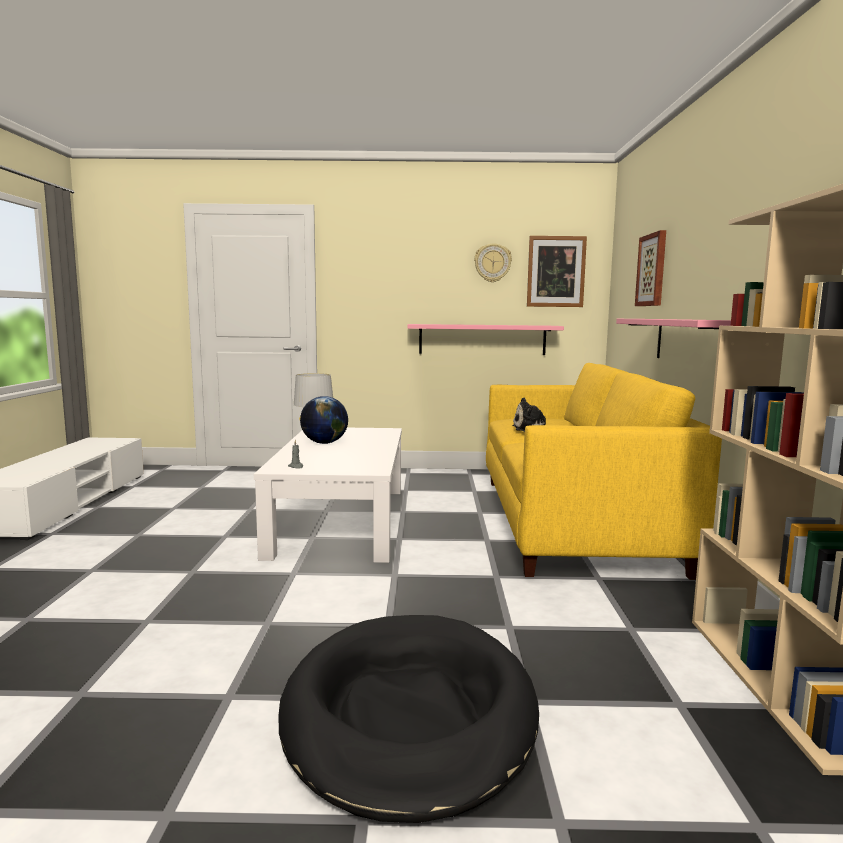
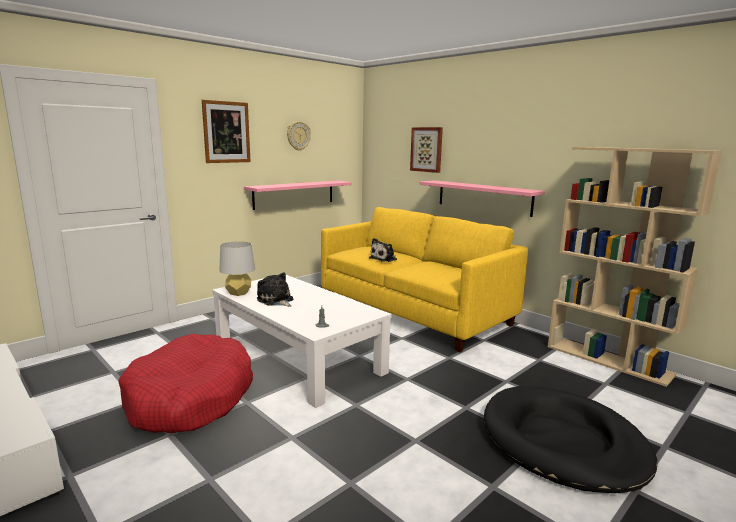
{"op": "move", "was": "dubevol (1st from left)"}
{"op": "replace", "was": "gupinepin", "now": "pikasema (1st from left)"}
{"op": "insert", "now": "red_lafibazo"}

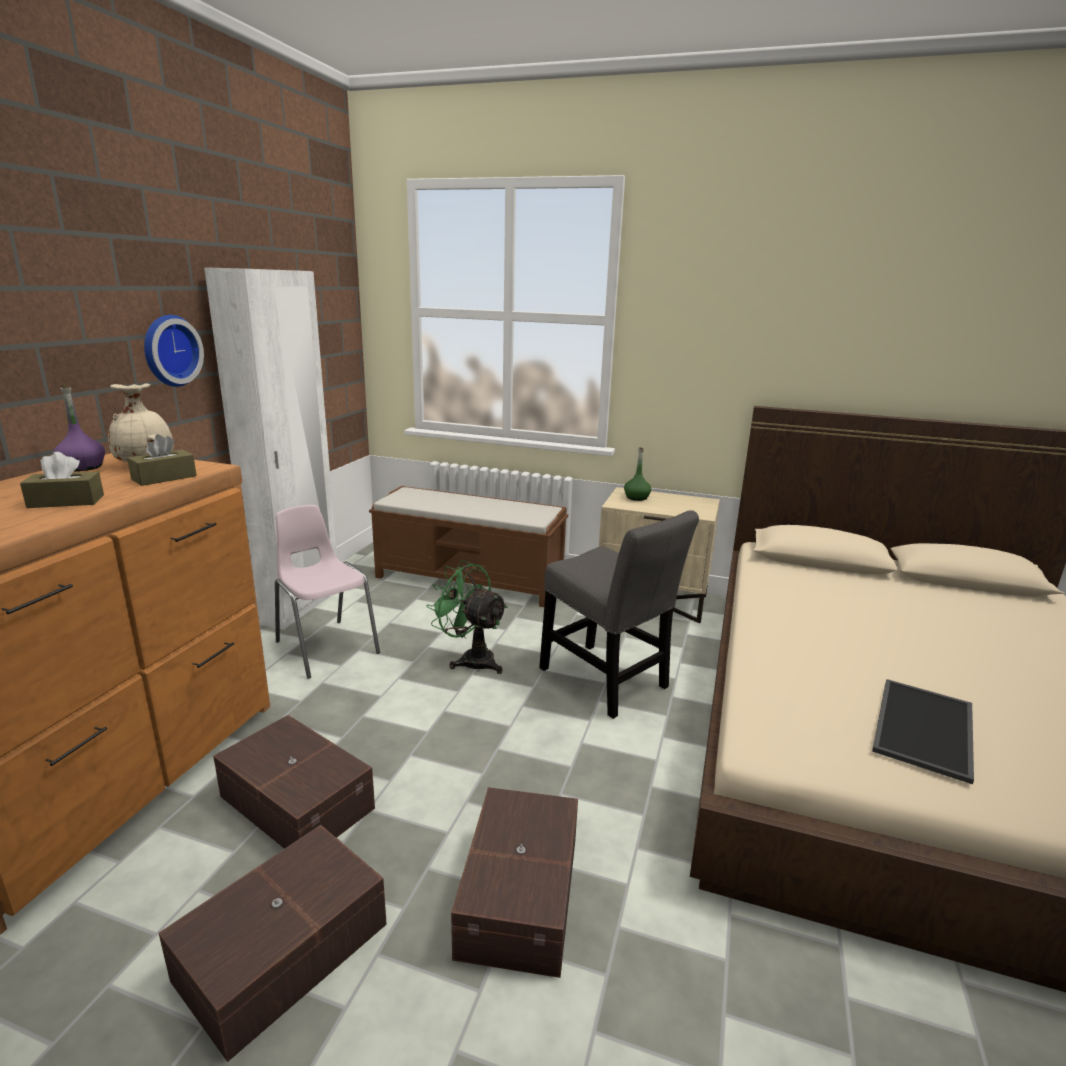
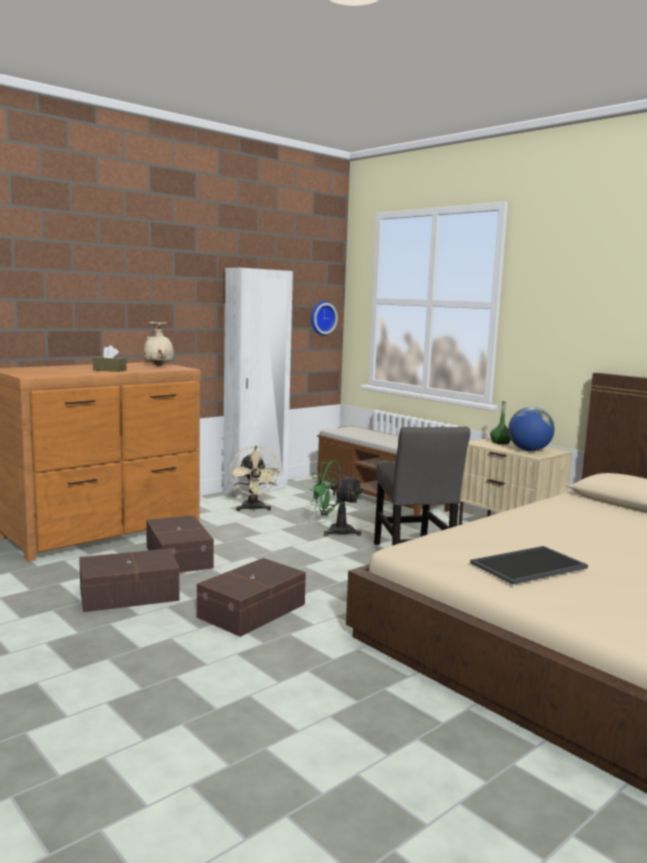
{"op": "move", "was": "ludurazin"}
{"op": "delete", "was": "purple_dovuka"}
{"op": "delete", "was": "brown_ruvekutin (2nd from left)"}
{"op": "replace", "was": "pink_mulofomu", "now": "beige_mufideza"}
{"op": "rotate", "was": "green_mufideza", "clockwise": -45}
{"op": "insert", "now": "gupinepin"}

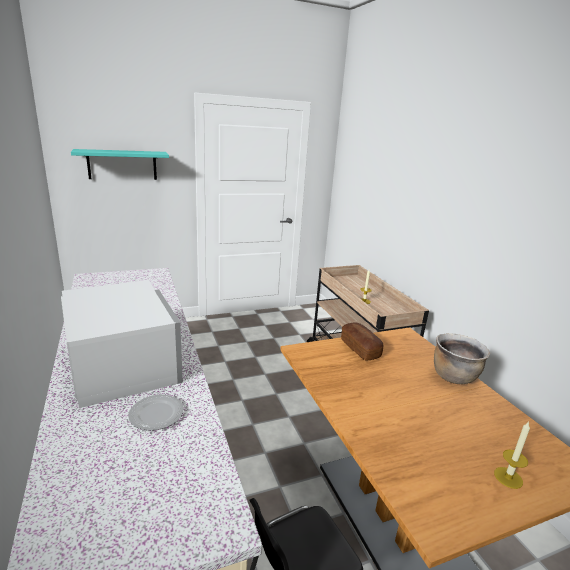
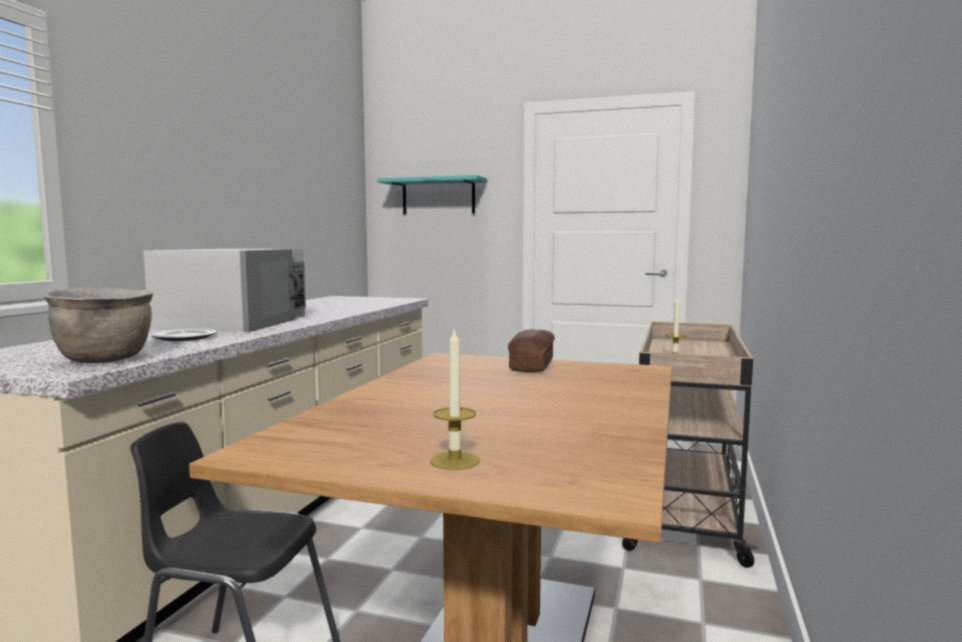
{"op": "move", "was": "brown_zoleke"}

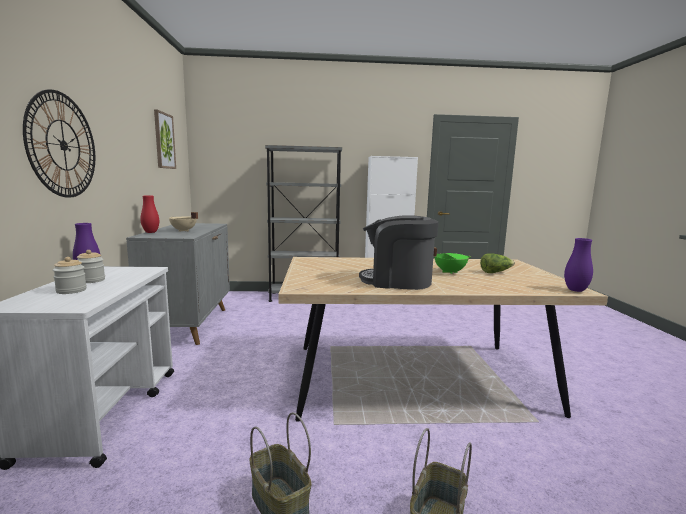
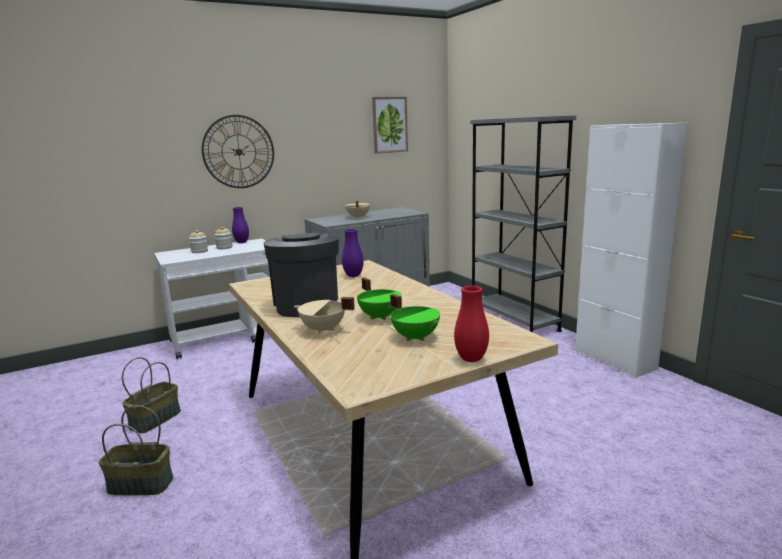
{"op": "move", "was": "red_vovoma"}
{"op": "move", "was": "purple_vovoma (2nd from left)"}
{"op": "replace", "was": "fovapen", "now": "green_zoleke (2nd from left)"}
{"op": "insert", "now": "beige_zoleke (1st from left)"}

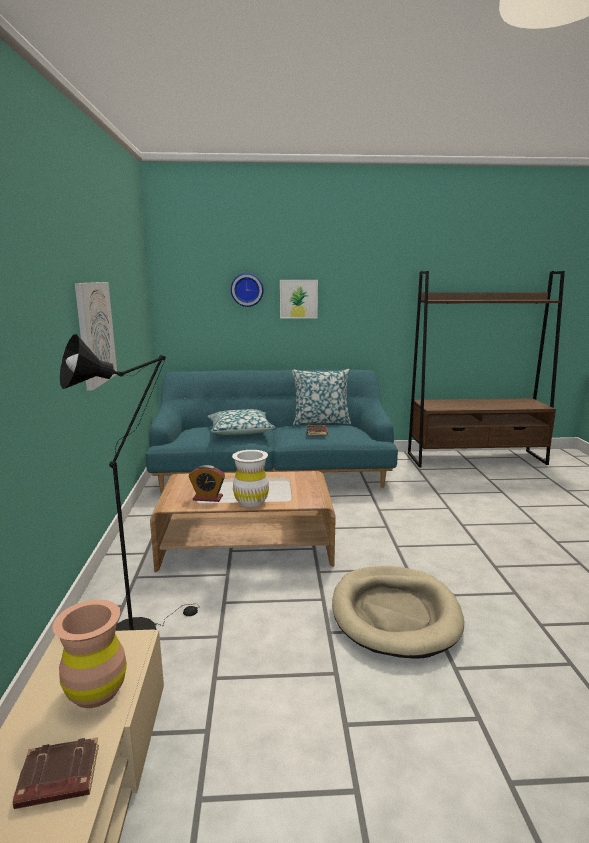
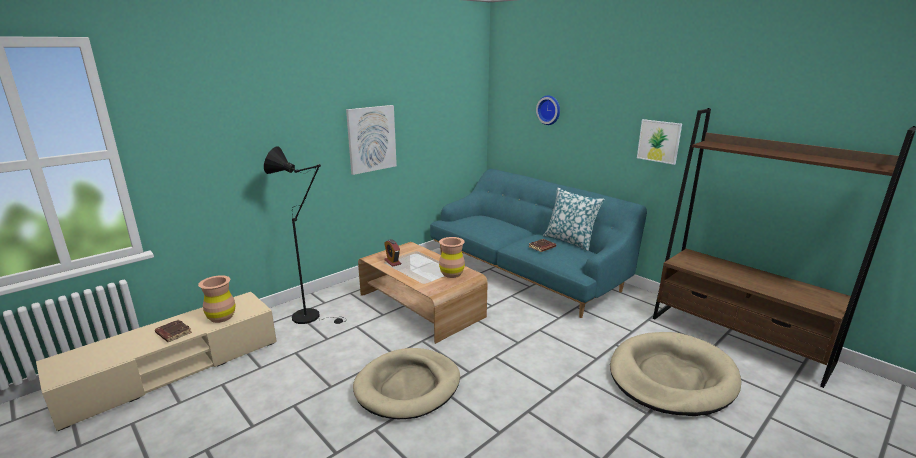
{"op": "move", "was": "dubevol (2nd from left)"}
{"op": "delete", "was": "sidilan (1st from left)"}
{"op": "delete", "was": "white_vovoma"}
{"op": "insert", "now": "brown_vovoma (2nd from left)"}
{"op": "insert", "now": "beige_lafibazo (2nd from left)"}

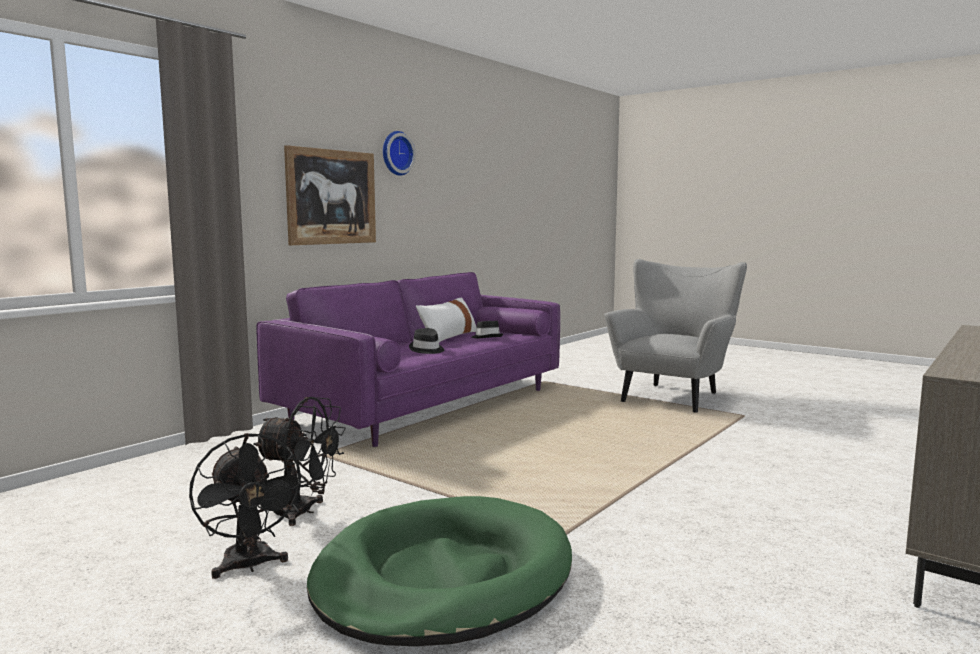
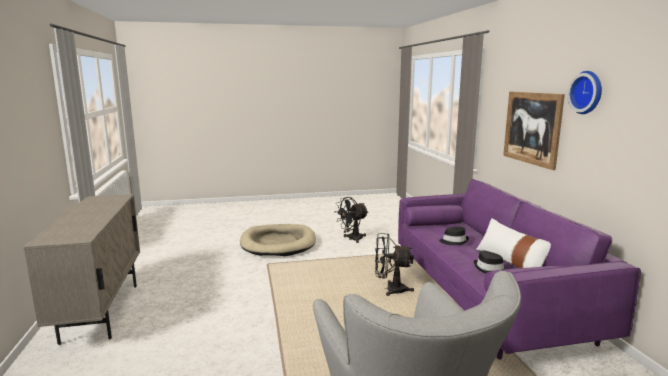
{"op": "move", "was": "black_mufideza (1st from left in the first image)", "now": "black_mufideza (2nd from left)"}
{"op": "recolor", "was": "green_lafibazo", "now": "beige_lafibazo"}

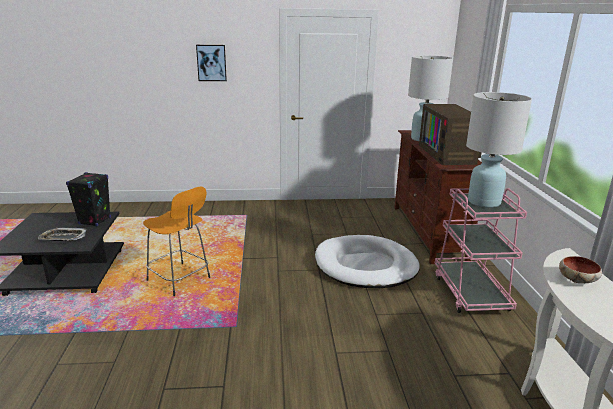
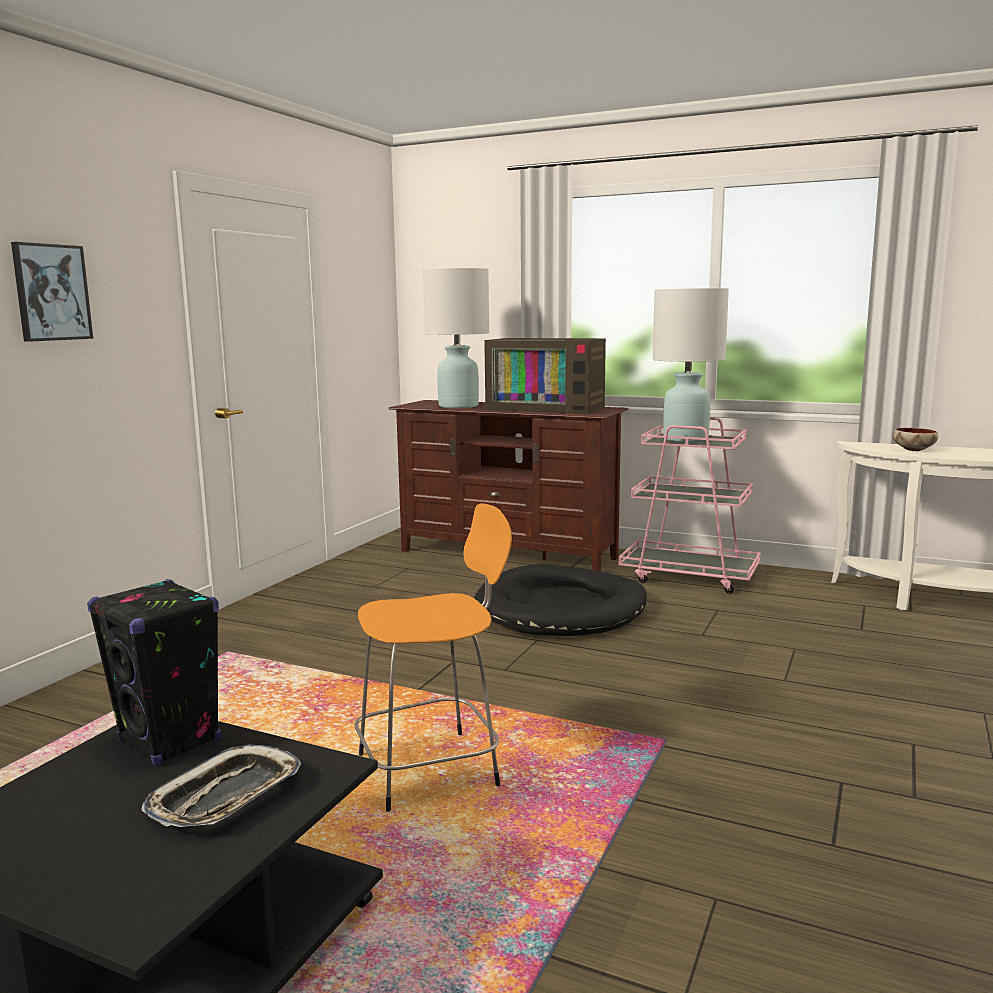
{"op": "recolor", "was": "white_lafibazo", "now": "black_lafibazo"}

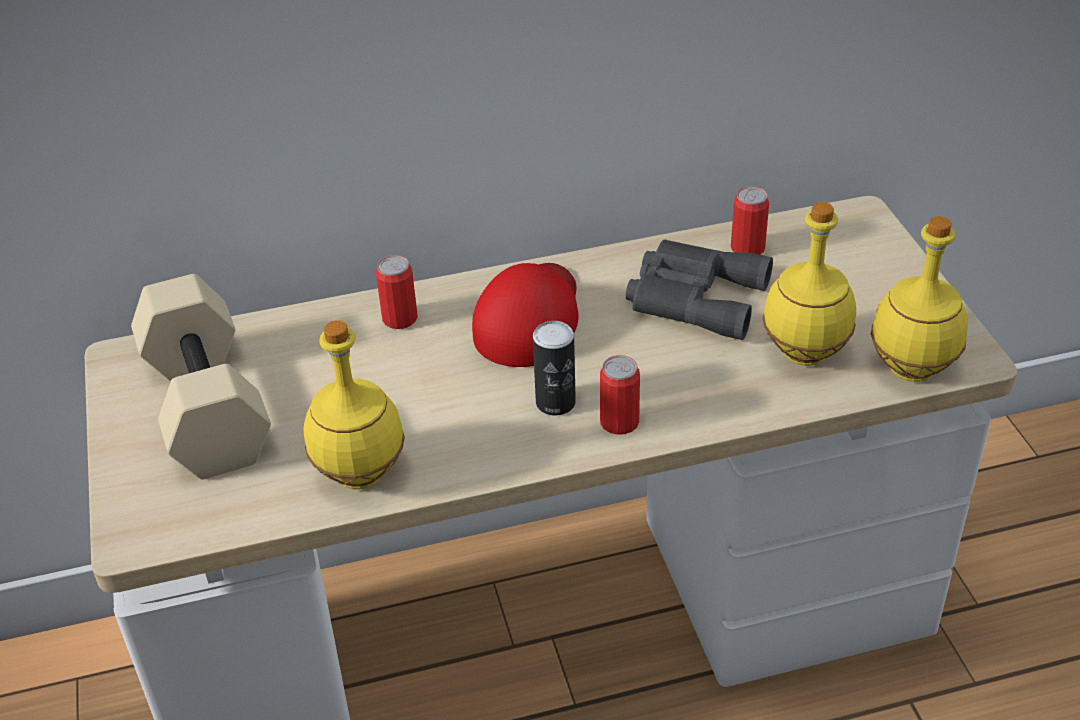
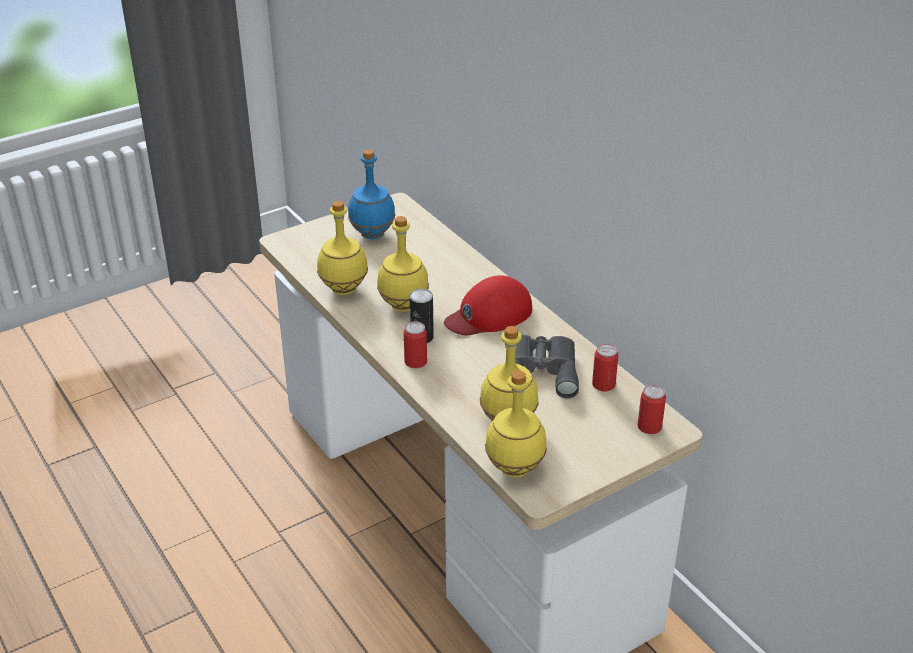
{"op": "move", "was": "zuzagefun (1st from left in the first image)", "now": "zuzagefun (4th from left)"}
{"op": "rotate", "was": "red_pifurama", "clockwise": 150}
{"op": "replace", "was": "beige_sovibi", "now": "blue_dovuka"}
{"op": "insert", "now": "yellow_dovuka (2nd from left)"}

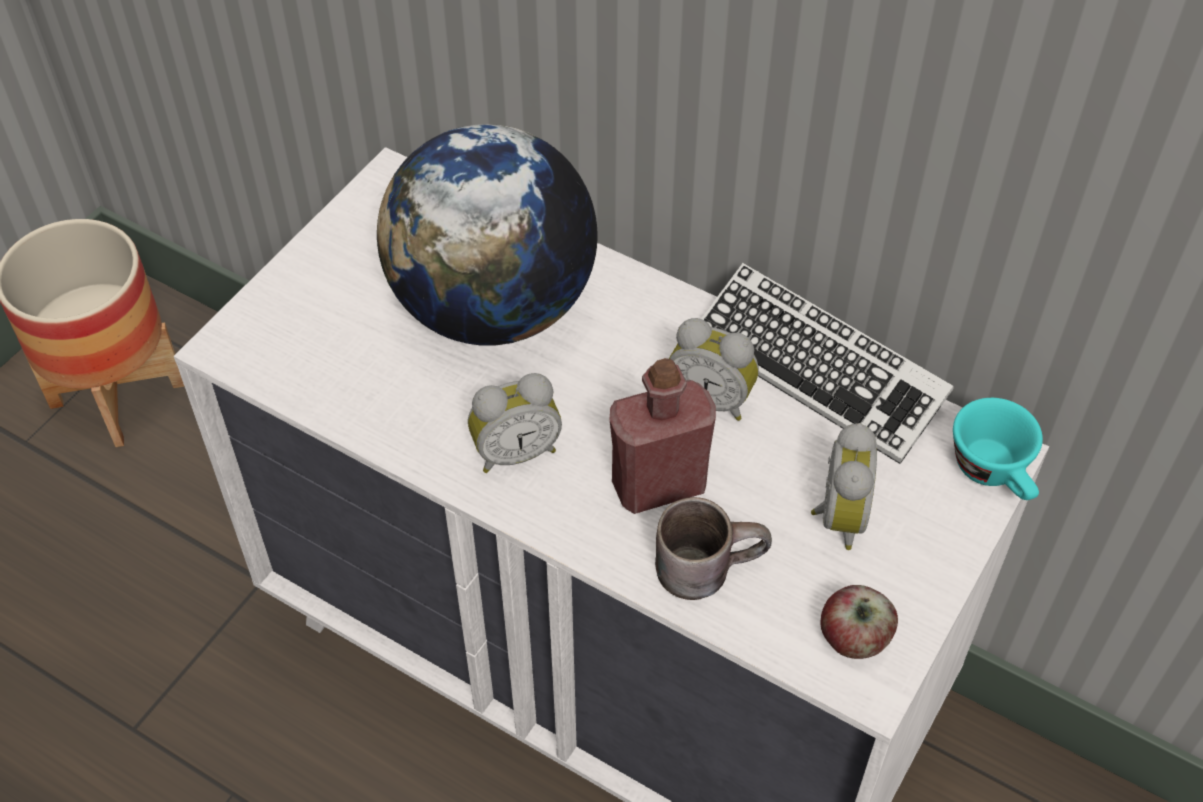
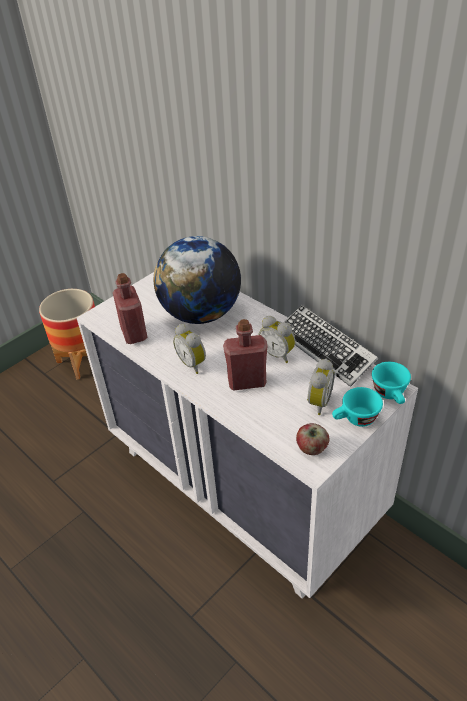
{"op": "rotate", "was": "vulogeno (1st from left)", "clockwise": 60}
{"op": "delete", "was": "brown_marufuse"}
{"op": "insert", "now": "red_dovuka (1st from left)"}
{"op": "insert", "now": "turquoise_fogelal (1st from left)"}

